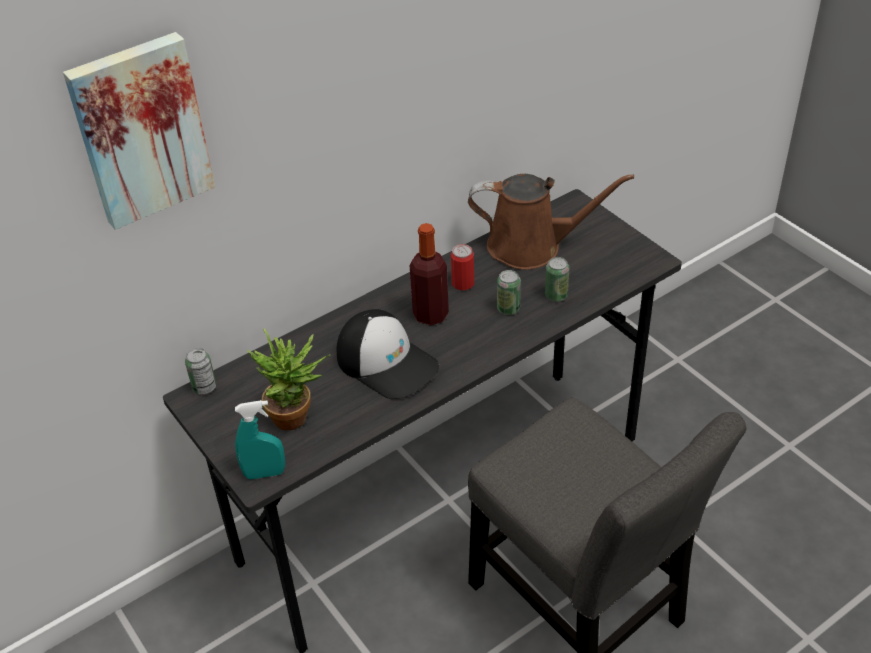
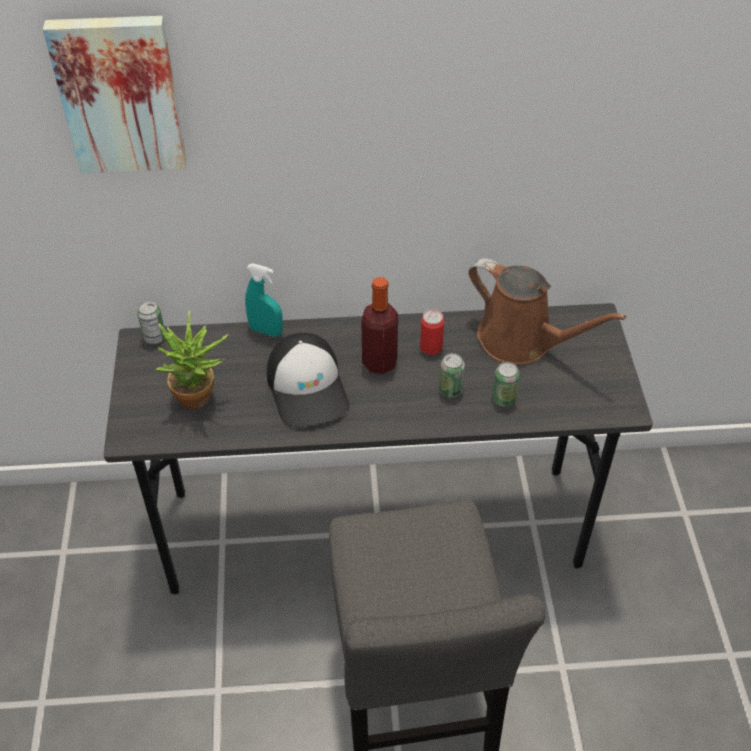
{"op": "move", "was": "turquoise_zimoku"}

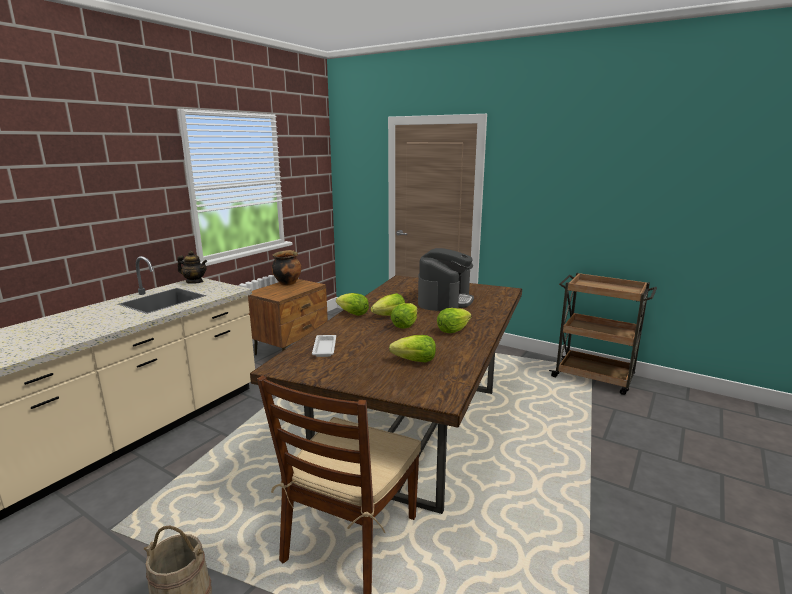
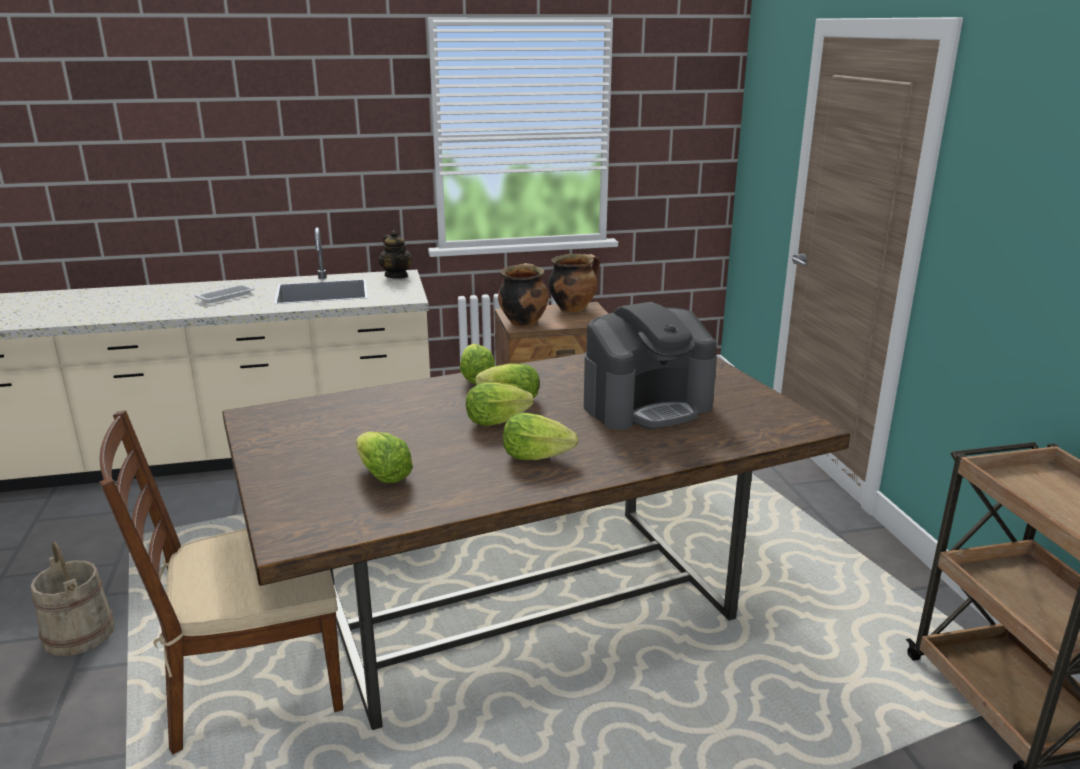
{"op": "move", "was": "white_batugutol"}
{"op": "insert", "now": "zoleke (1st from left)"}

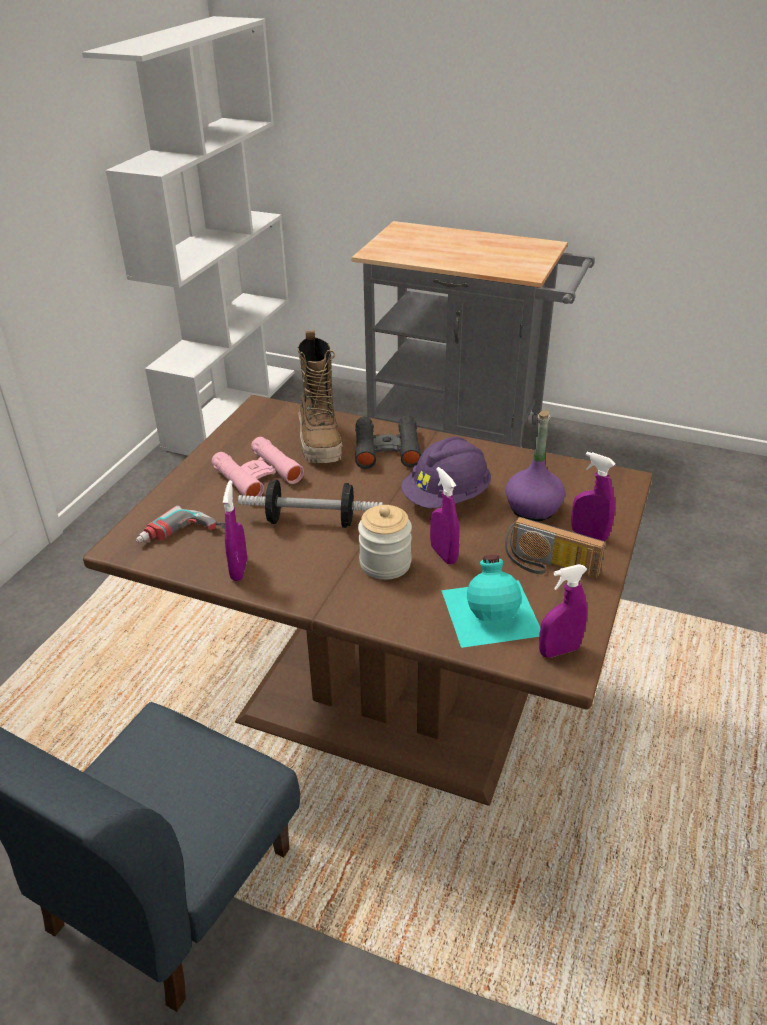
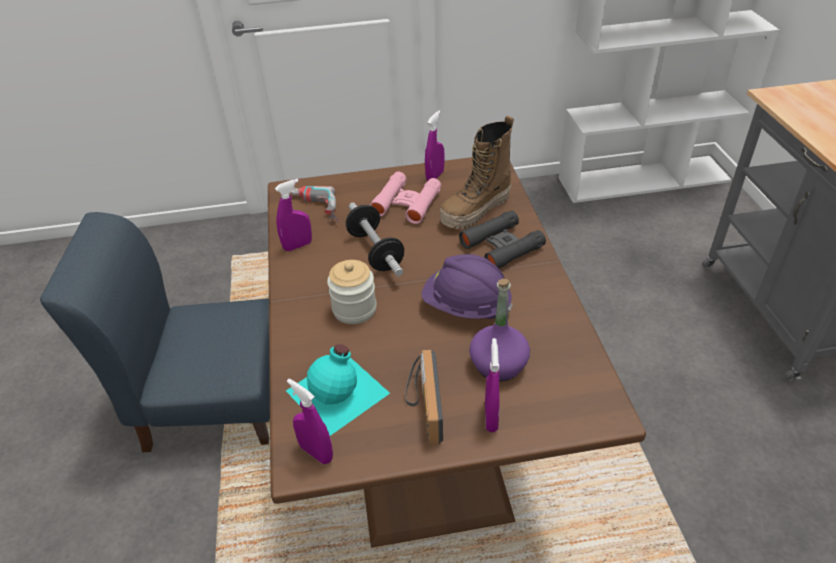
{"op": "move", "was": "purple_zimoku (2nd from left in the first image)", "now": "purple_zimoku (3rd from left)"}

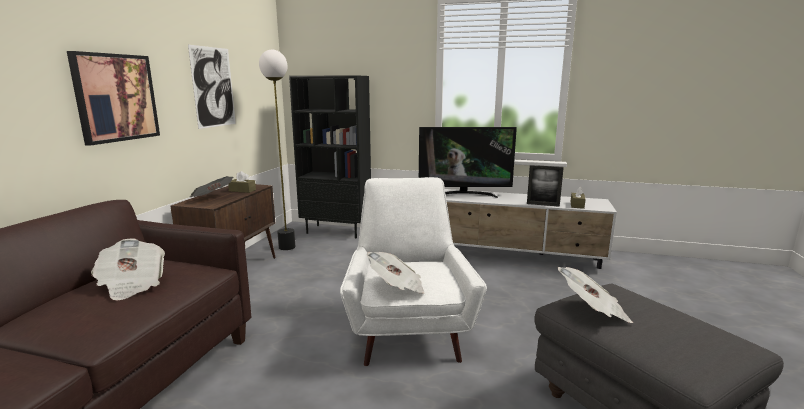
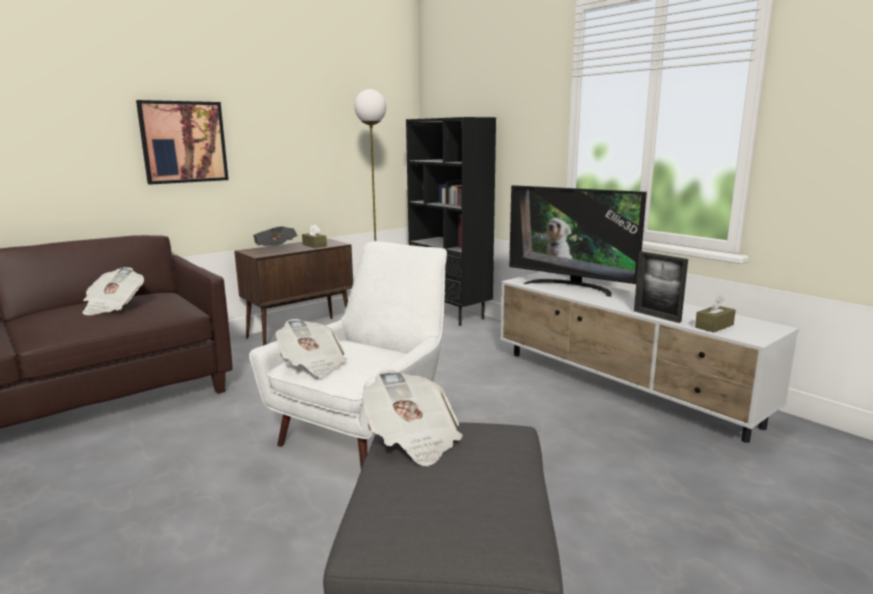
{"op": "delete", "was": "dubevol (2nd from left)"}

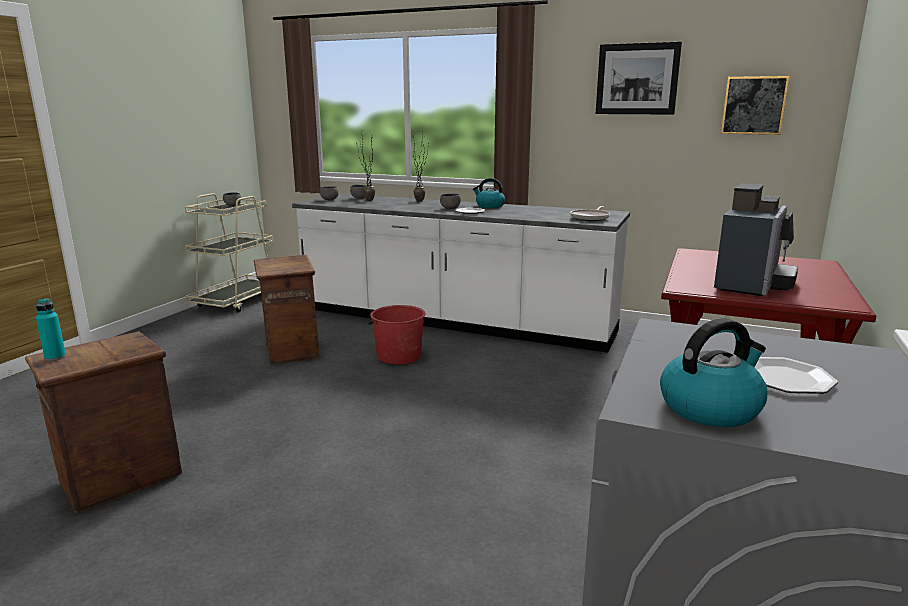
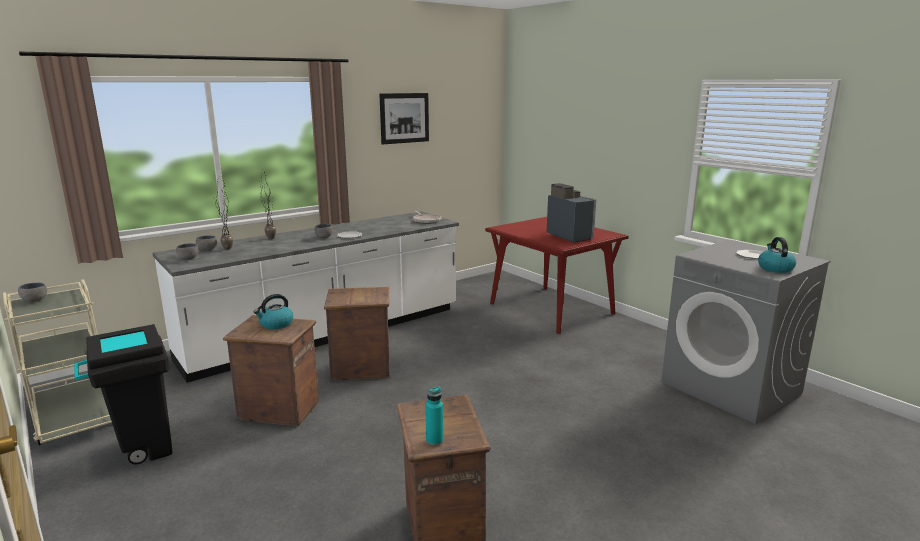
{"op": "delete", "was": "dubevol (2nd from left)"}
{"op": "move", "was": "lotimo (1st from left)"}
{"op": "replace", "was": "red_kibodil", "now": "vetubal (2nd from left)"}
{"op": "insert", "now": "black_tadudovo"}

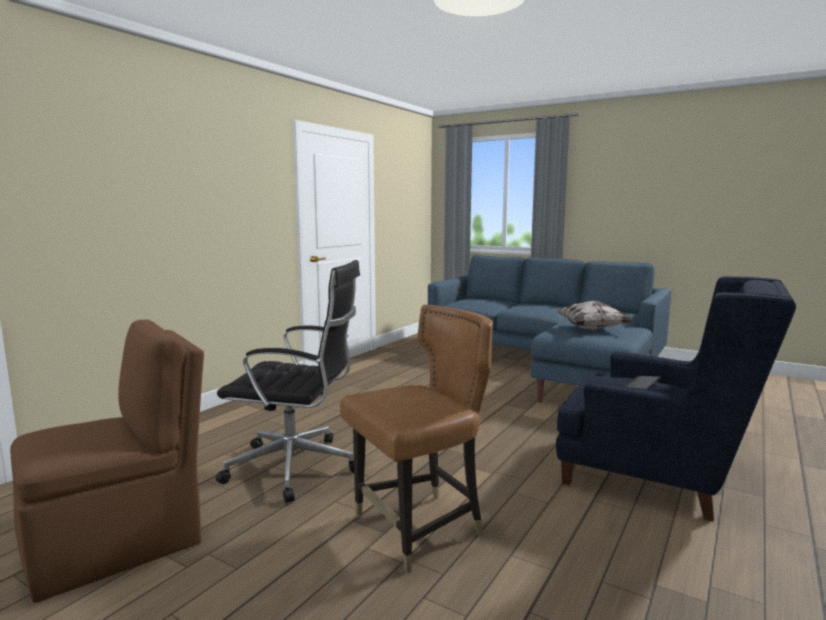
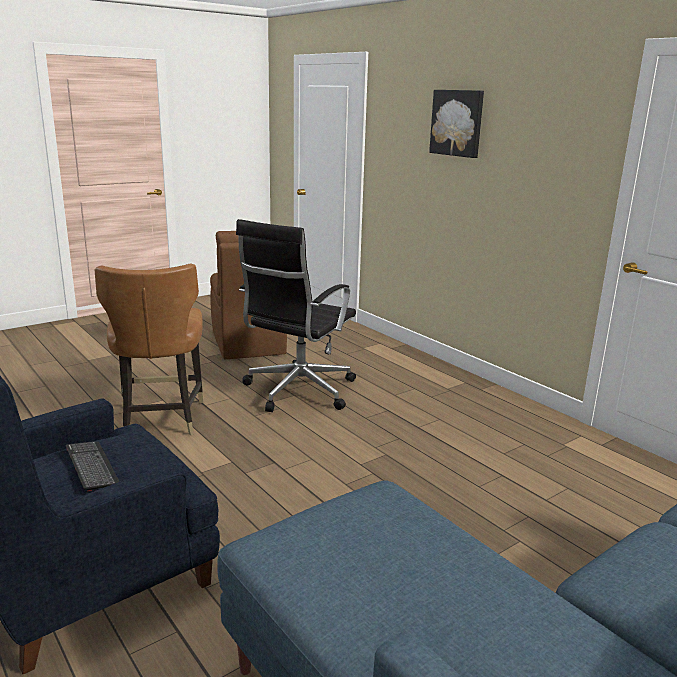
{"op": "delete", "was": "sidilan"}
{"op": "insert", "now": "dubevol"}

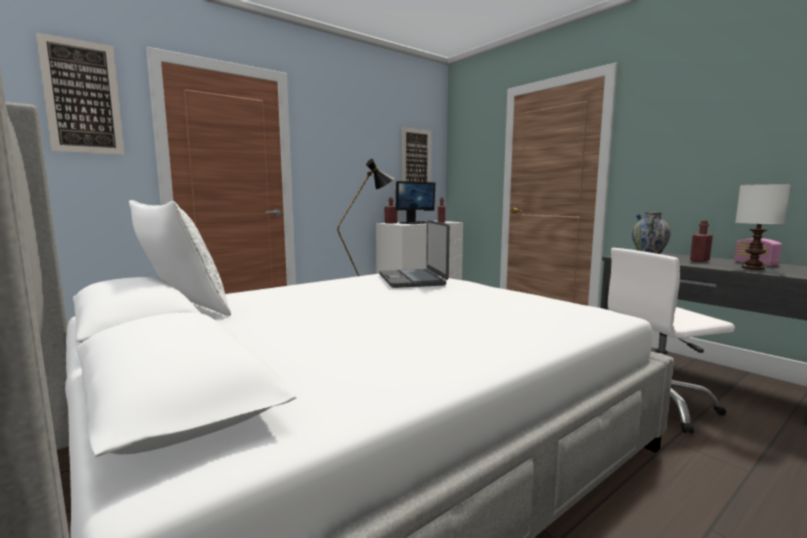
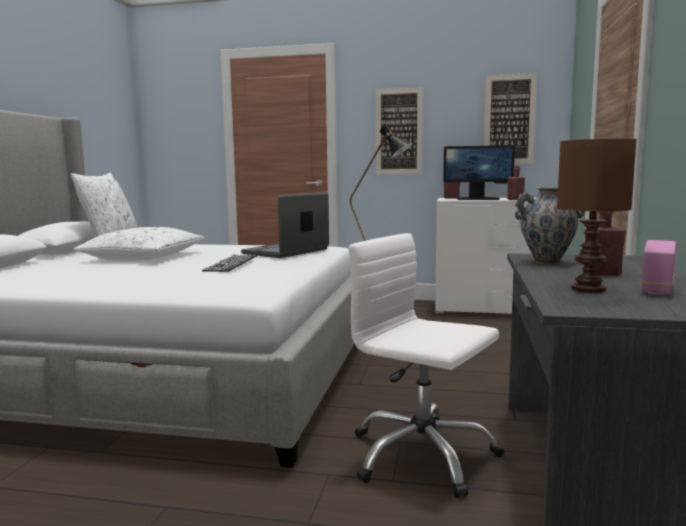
{"op": "move", "was": "dubevol (1st from left)"}
{"op": "recolor", "was": "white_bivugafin", "now": "brown_bivugafin"}
{"op": "insert", "now": "white_sidilan (2nd from left)"}
{"op": "insert", "now": "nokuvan"}

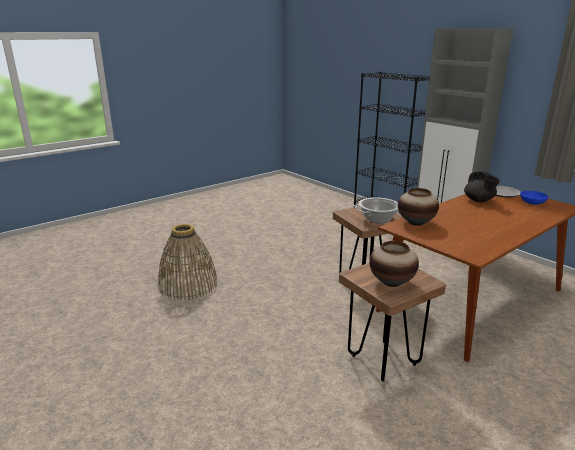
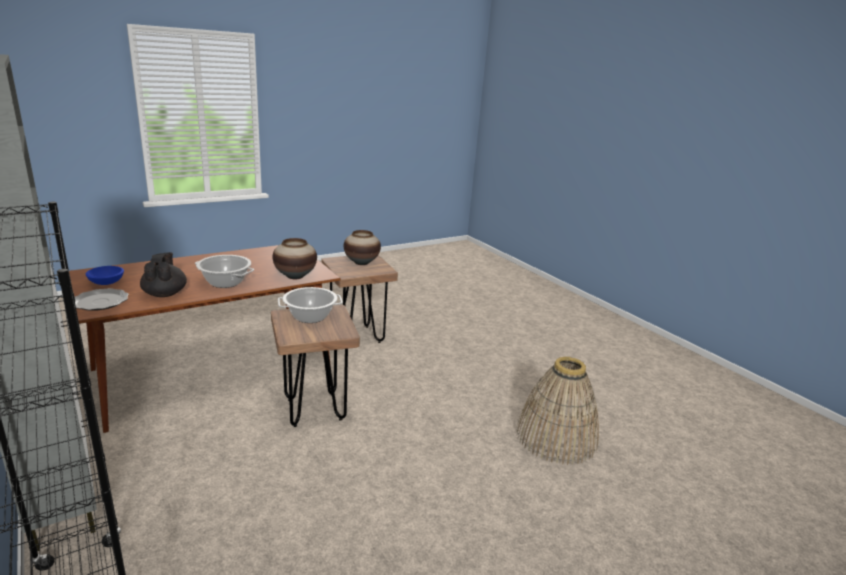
{"op": "insert", "now": "zoleke (1st from left)"}

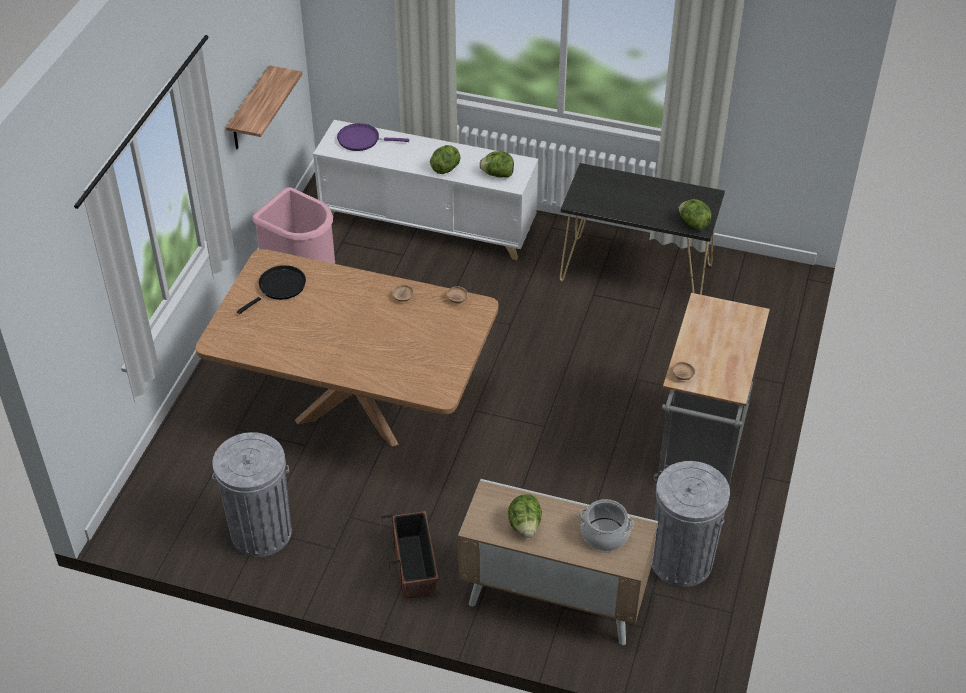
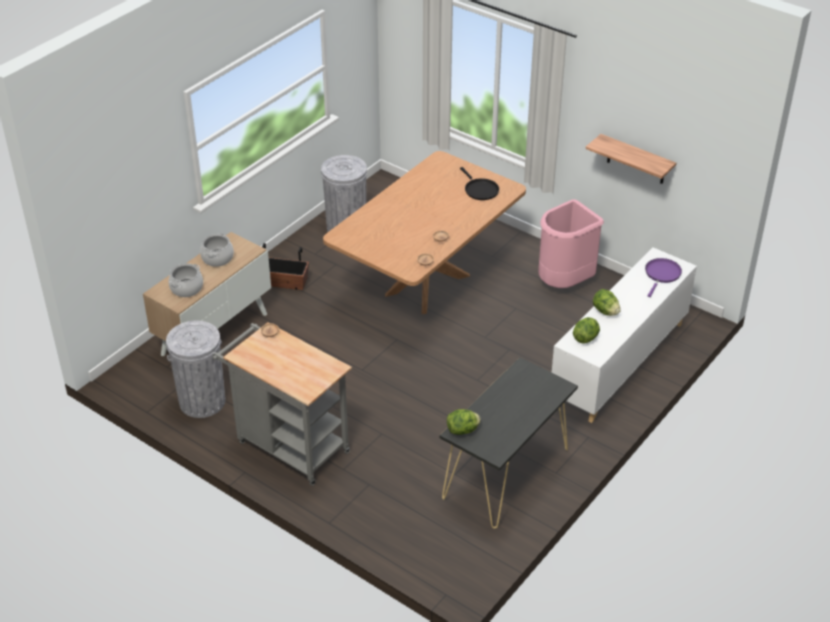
{"op": "replace", "was": "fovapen (3rd from left)", "now": "zoleke (2nd from left)"}

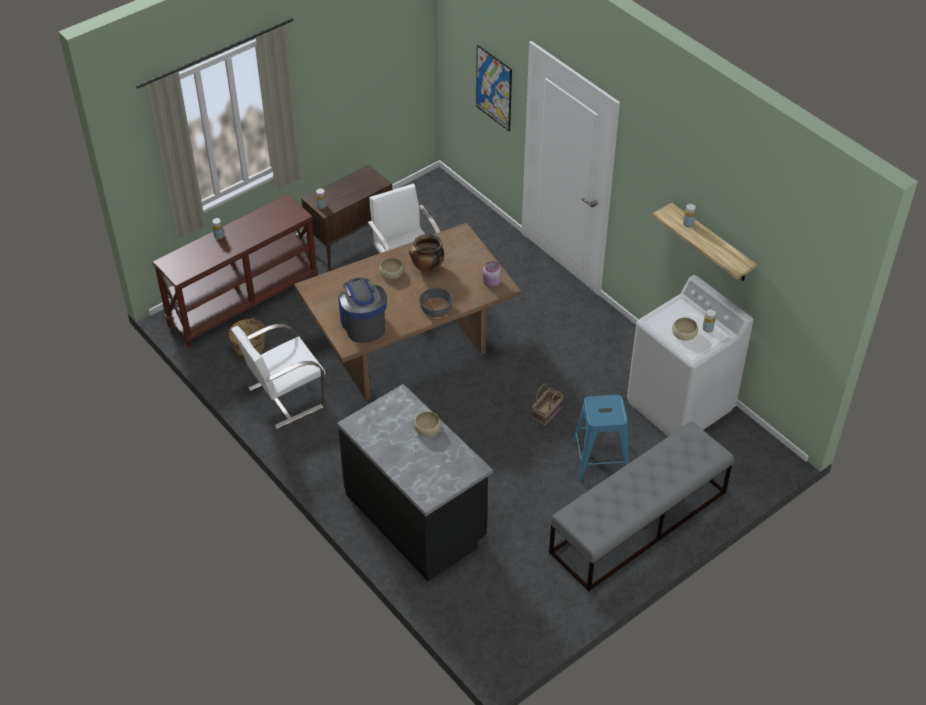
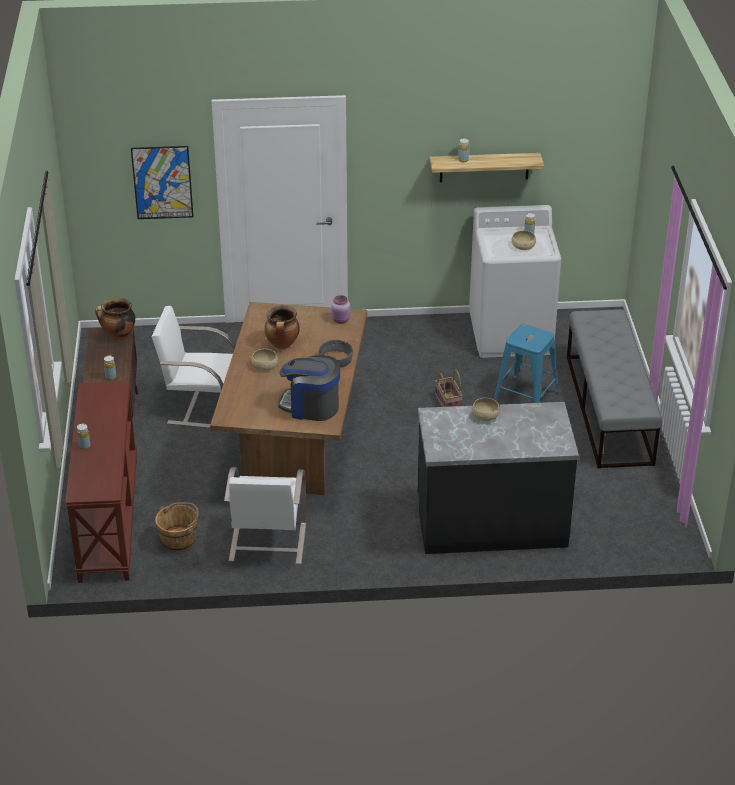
{"op": "insert", "now": "zoleke (1st from left)"}

